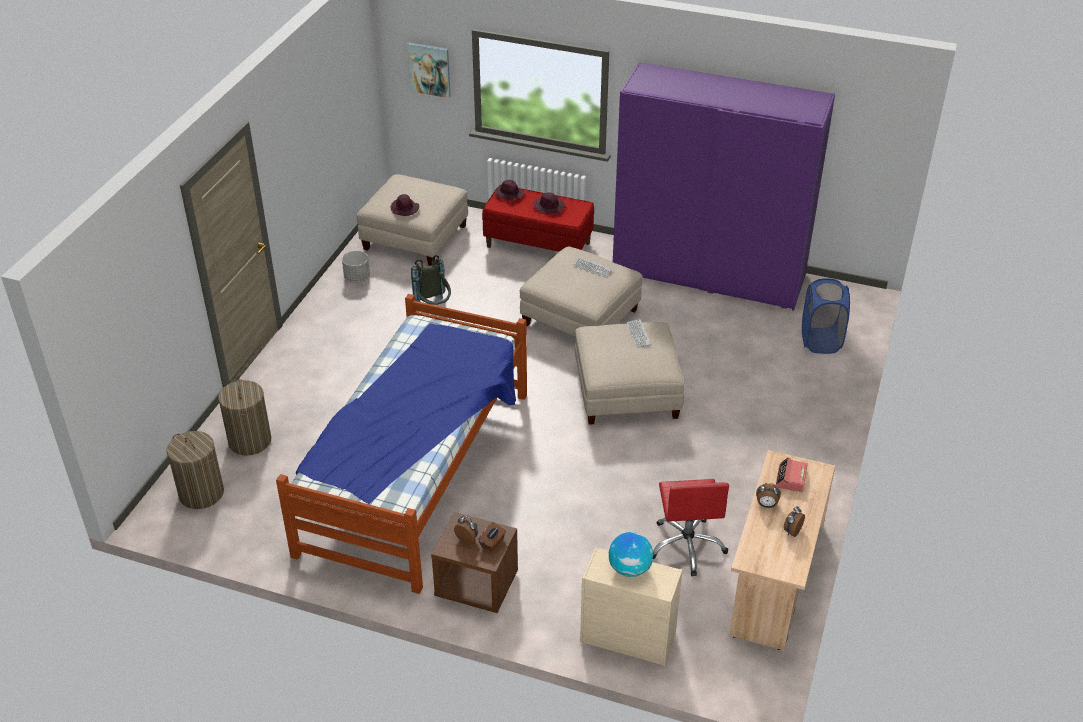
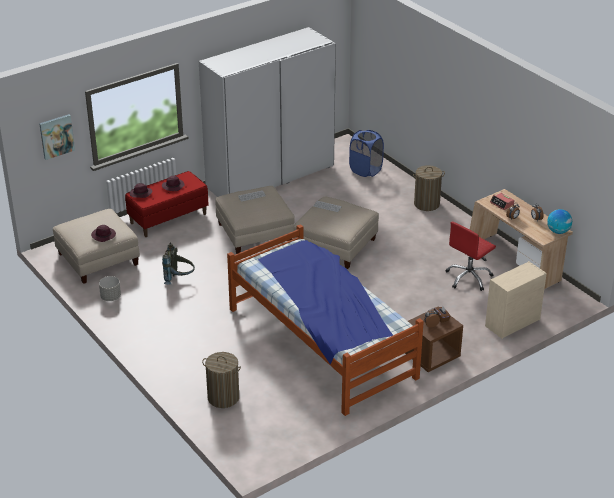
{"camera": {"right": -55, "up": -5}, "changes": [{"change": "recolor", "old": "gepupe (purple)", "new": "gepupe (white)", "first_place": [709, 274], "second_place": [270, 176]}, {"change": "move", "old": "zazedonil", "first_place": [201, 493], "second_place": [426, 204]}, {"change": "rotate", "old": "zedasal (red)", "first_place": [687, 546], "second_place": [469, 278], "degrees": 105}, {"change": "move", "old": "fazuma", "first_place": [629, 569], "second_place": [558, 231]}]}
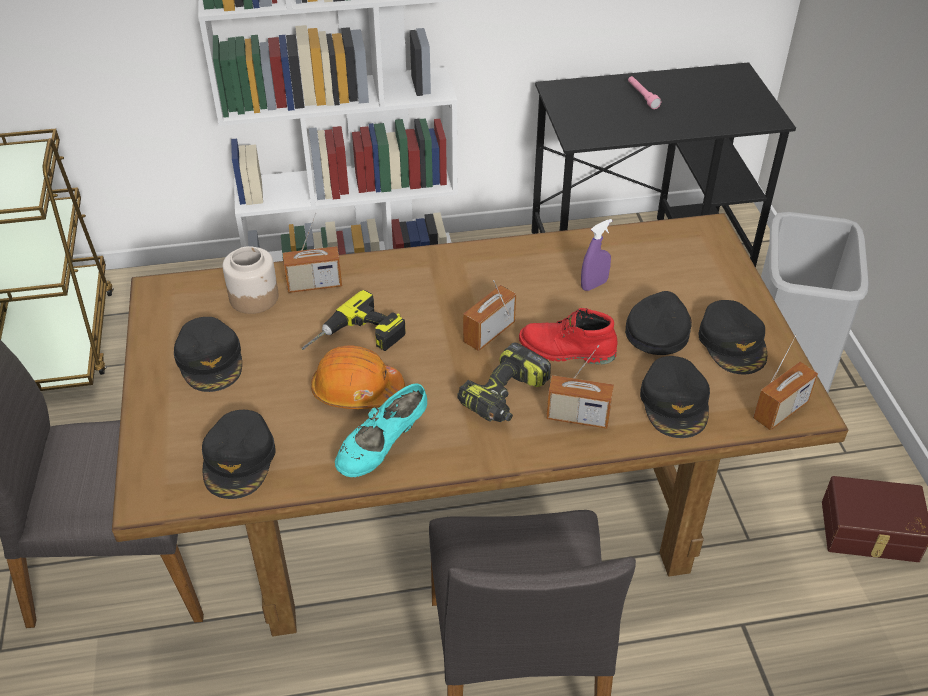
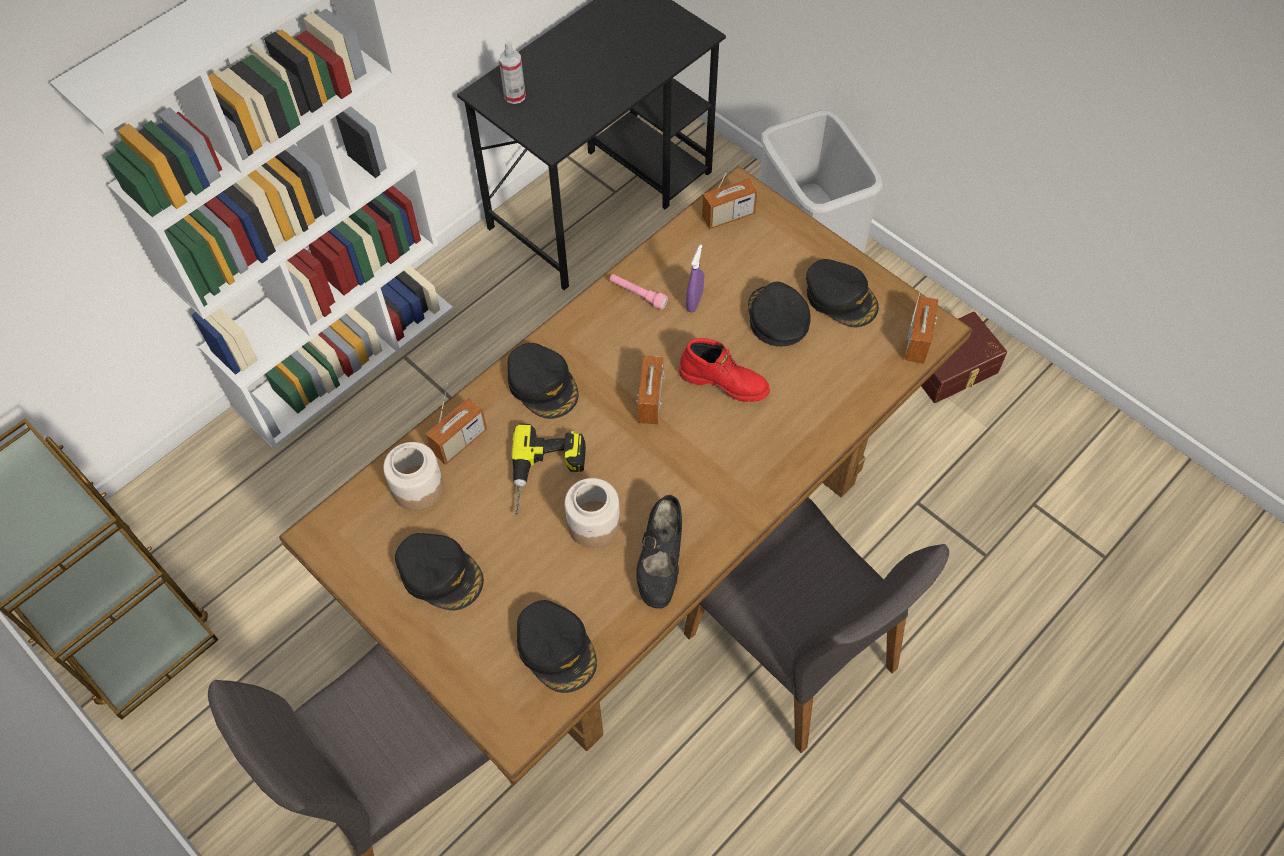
{"camera": {"right": -35, "up": 15}, "changes": [{"change": "move", "old": "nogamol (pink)", "first_place": [642, 96], "second_place": [637, 294]}, {"change": "rotate", "old": "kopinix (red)", "first_place": [566, 351], "second_place": [724, 381], "degrees": -135}, {"change": "delete", "old": "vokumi", "first_place": [505, 396]}, {"change": "move", "old": "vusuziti", "first_place": [577, 417], "second_place": [728, 216]}, {"change": "replace", "old": "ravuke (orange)", "new": "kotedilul", "first_place": [357, 391], "second_place": [593, 524]}, {"change": "move", "old": "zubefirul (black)", "first_place": [675, 403], "second_place": [543, 385]}, {"change": "recolor", "old": "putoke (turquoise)", "new": "putoke (black)", "first_place": [382, 449], "second_place": [660, 563]}, {"change": "insert", "new": "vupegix", "second_place": [514, 96]}]}
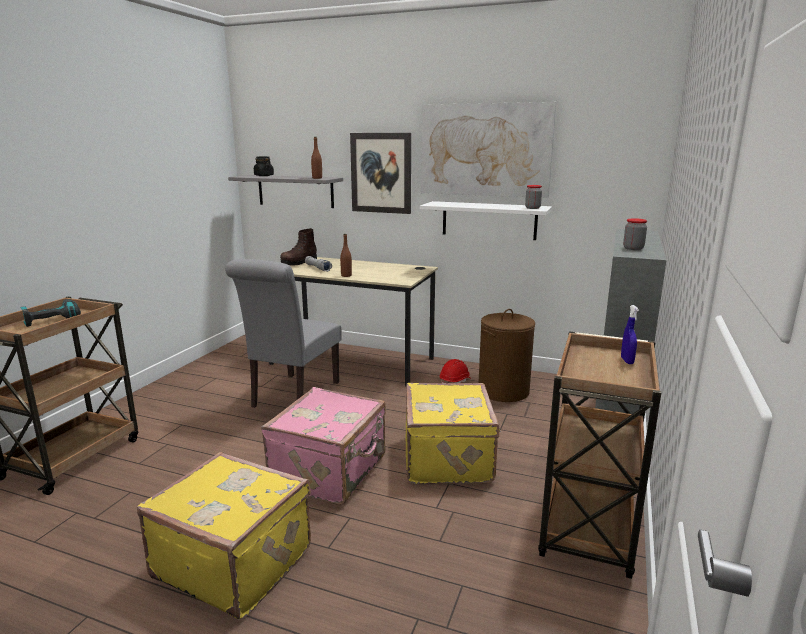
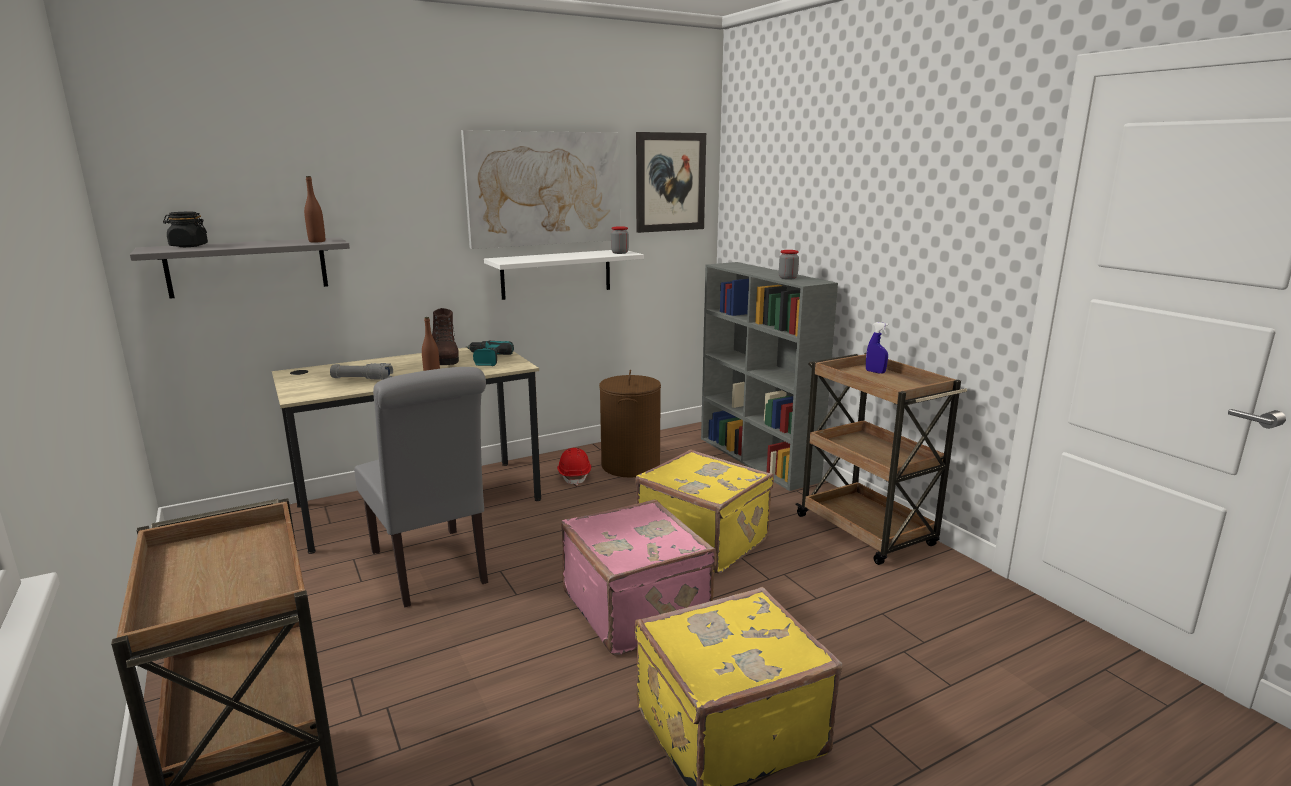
{"camera": {"right": -50, "up": 0}, "changes": [{"change": "move", "old": "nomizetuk", "first_place": [381, 173], "second_place": [670, 182]}, {"change": "move", "old": "kopinix (brown)", "first_place": [299, 262], "second_place": [445, 359]}, {"change": "move", "old": "vokumi", "first_place": [52, 319], "second_place": [486, 359]}]}
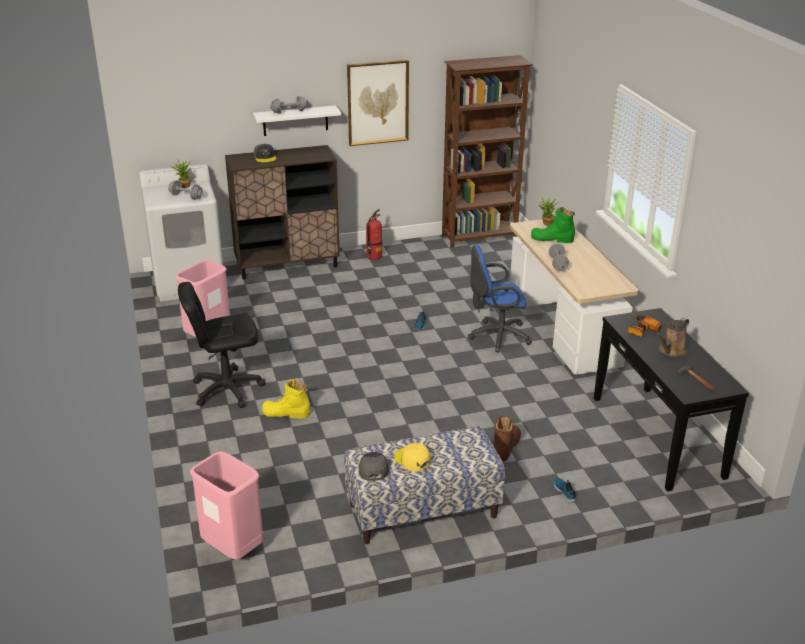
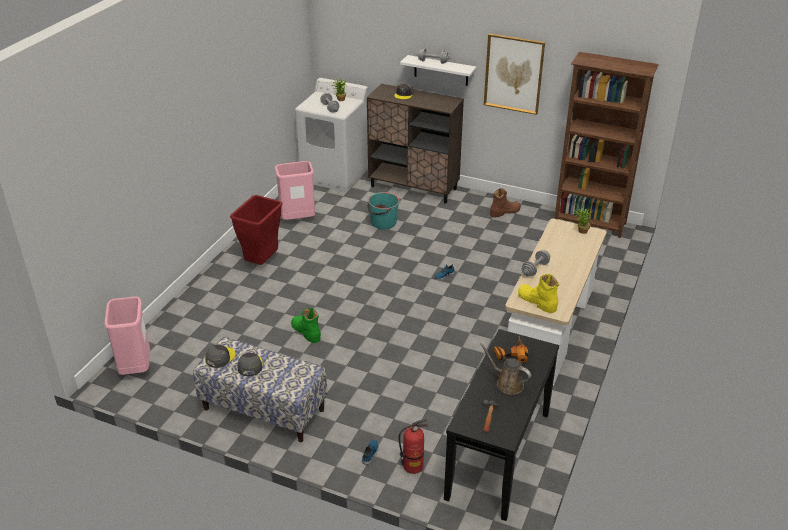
{"camera": {"right": 40, "up": 5}, "changes": [{"change": "move", "old": "kopinix (green)", "first_place": [552, 239], "second_place": [306, 332]}, {"change": "move", "old": "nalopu", "first_place": [374, 256], "second_place": [413, 466]}, {"change": "delete", "old": "zedasal (blue)", "first_place": [496, 336]}, {"change": "replace", "old": "zedasal (black)", "new": "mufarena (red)", "first_place": [227, 389], "second_place": [262, 262]}, {"change": "rotate", "old": "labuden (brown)", "first_place": [671, 351], "second_place": [507, 383], "degrees": 45}, {"change": "move", "old": "kopinix (yellow)", "first_place": [286, 413], "second_place": [537, 301]}, {"change": "move", "old": "kopinix (brown)", "first_place": [506, 446], "second_place": [504, 212]}, {"change": "recolor", "old": "zubefirul (yellow)", "new": "zubefirul (grey)", "first_place": [412, 460], "second_place": [250, 366]}, {"change": "insert", "new": "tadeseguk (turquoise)", "second_place": [383, 223]}]}
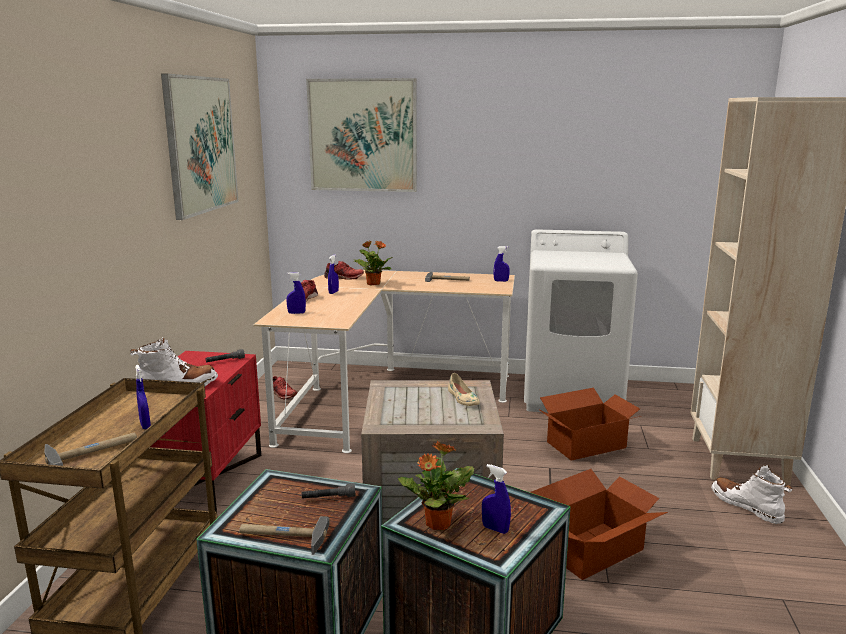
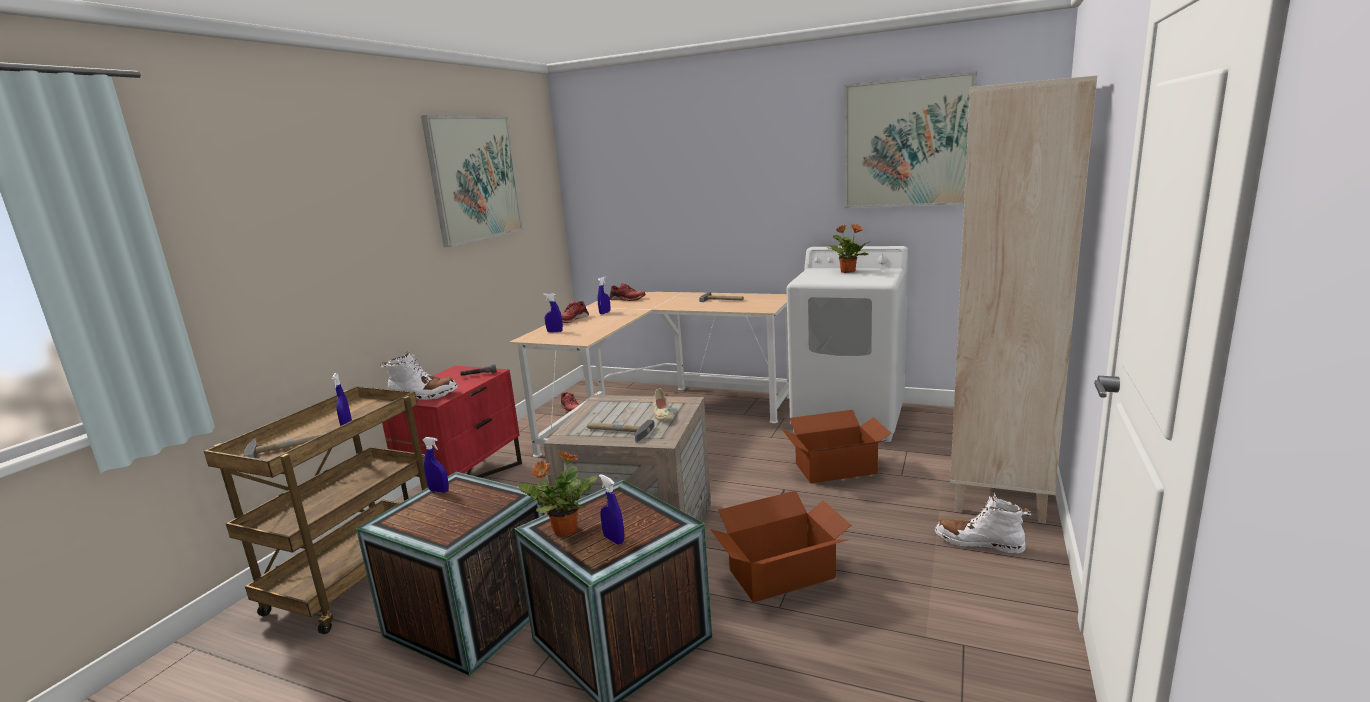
{"camera": {"right": 15, "up": 0}, "changes": [{"change": "move", "old": "nomizetuk", "first_place": [363, 135], "second_place": [907, 143]}, {"change": "move", "old": "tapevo", "first_place": [373, 284], "second_place": [847, 271]}, {"change": "move", "old": "vupegix (blue)", "first_place": [501, 281], "second_place": [439, 491]}, {"change": "rotate", "old": "kopinix (white)", "first_place": [746, 506], "second_place": [979, 542], "degrees": -45}, {"change": "delete", "old": "nogamol (grey)", "first_place": [328, 498]}, {"change": "move", "old": "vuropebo", "first_place": [282, 536], "second_place": [617, 432]}]}
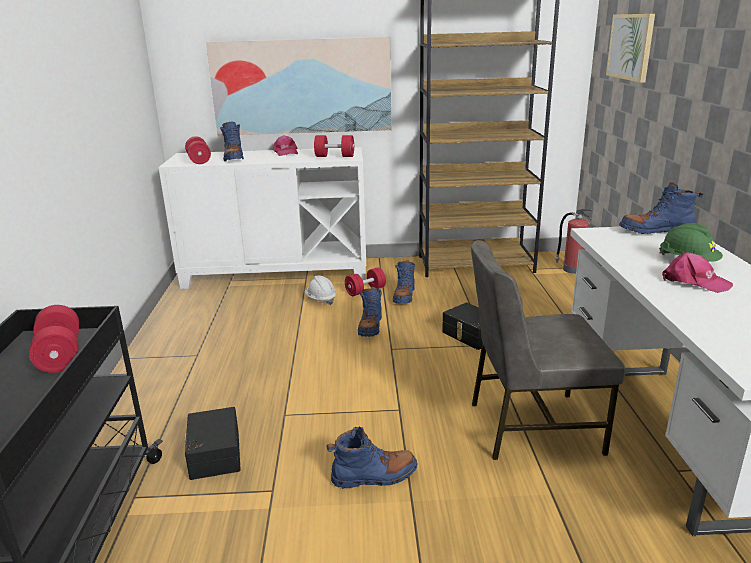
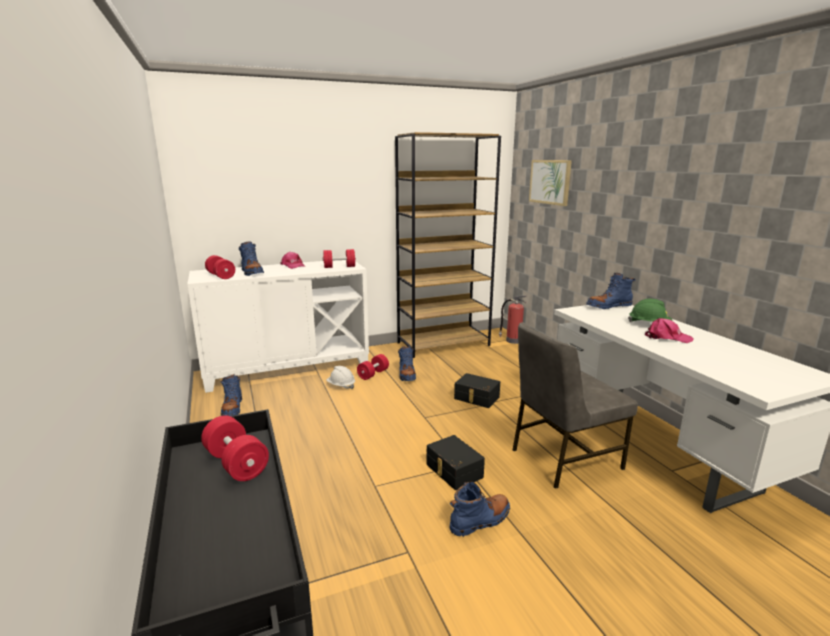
{"camera": {"right": -20, "up": -5}, "changes": [{"change": "delete", "old": "nomizetuk", "first_place": [302, 87]}, {"change": "move", "old": "kopinix (blue)", "first_place": [370, 327], "second_place": [232, 408]}, {"change": "move", "old": "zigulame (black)", "first_place": [213, 454], "second_place": [453, 471]}]}
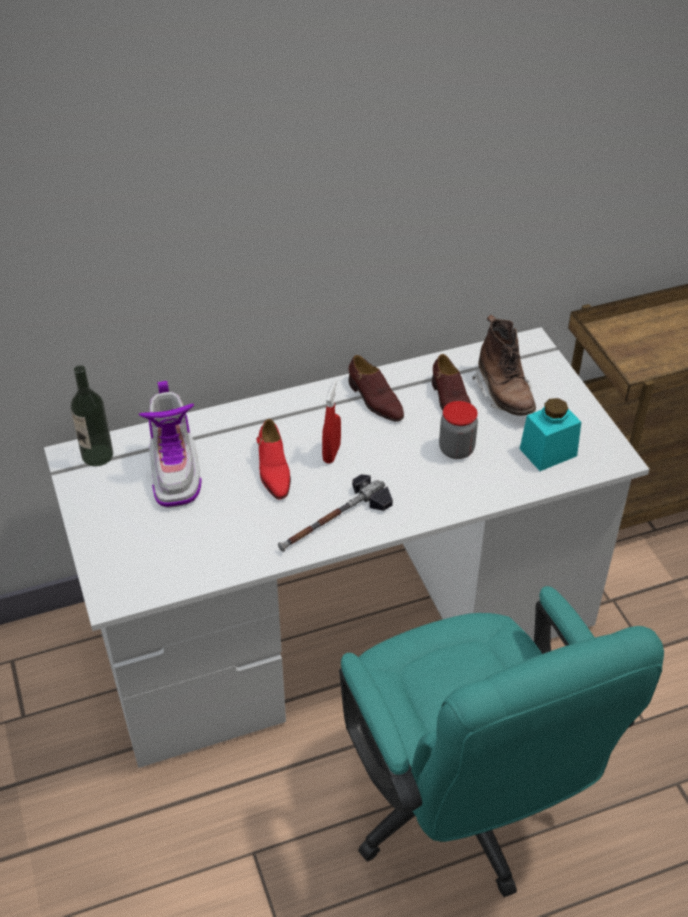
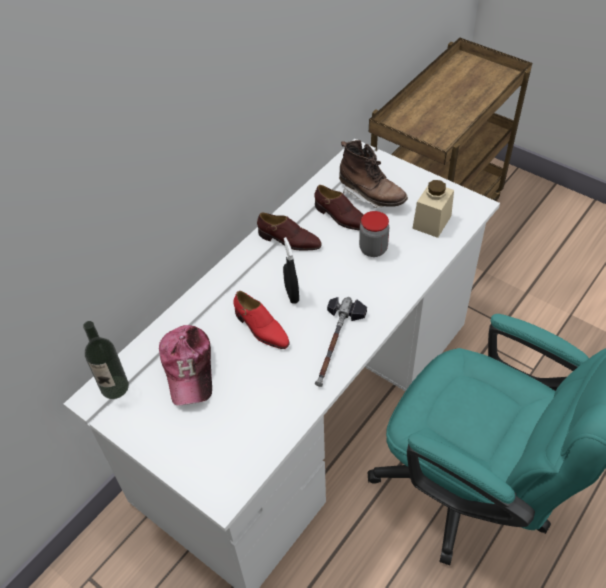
{"camera": {"right": -30, "up": 5}, "changes": [{"change": "recolor", "old": "vupegix (red)", "new": "vupegix (black)", "first_place": [331, 453], "second_place": [292, 294]}, {"change": "replace", "old": "kopinix", "new": "zubefirul", "first_place": [175, 472], "second_place": [189, 368]}, {"change": "recolor", "old": "kotedilul (turquoise)", "new": "kotedilul (beige)", "first_place": [548, 452], "second_place": [432, 222]}]}
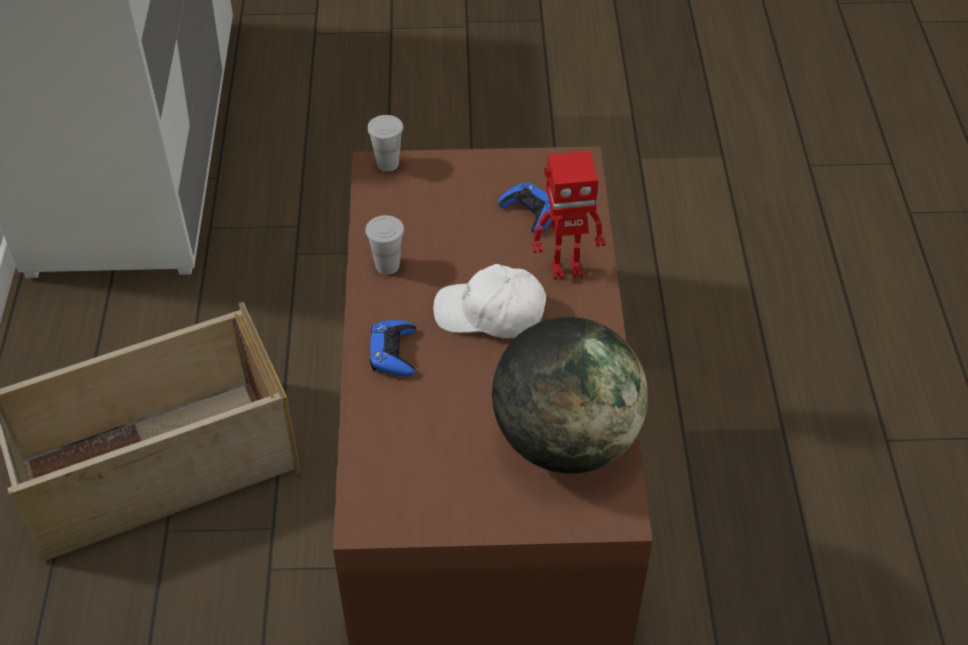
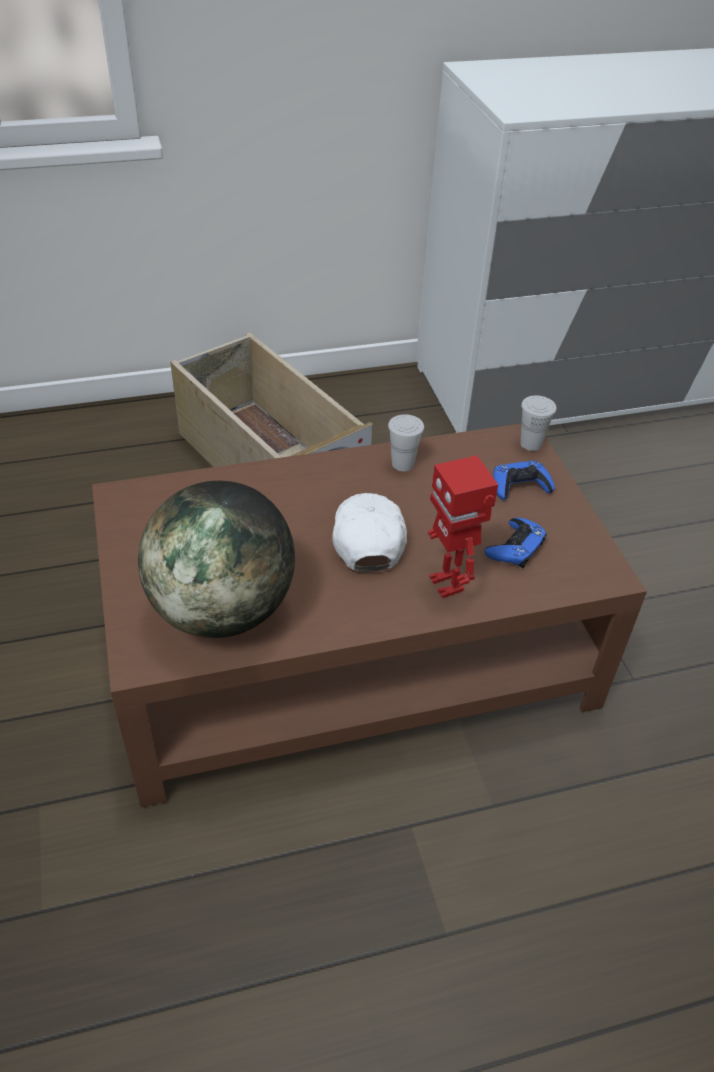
{"camera": {"right": 75, "up": -5}, "changes": [{"change": "move", "old": "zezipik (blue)", "first_place": [393, 353], "second_place": [520, 486]}]}
